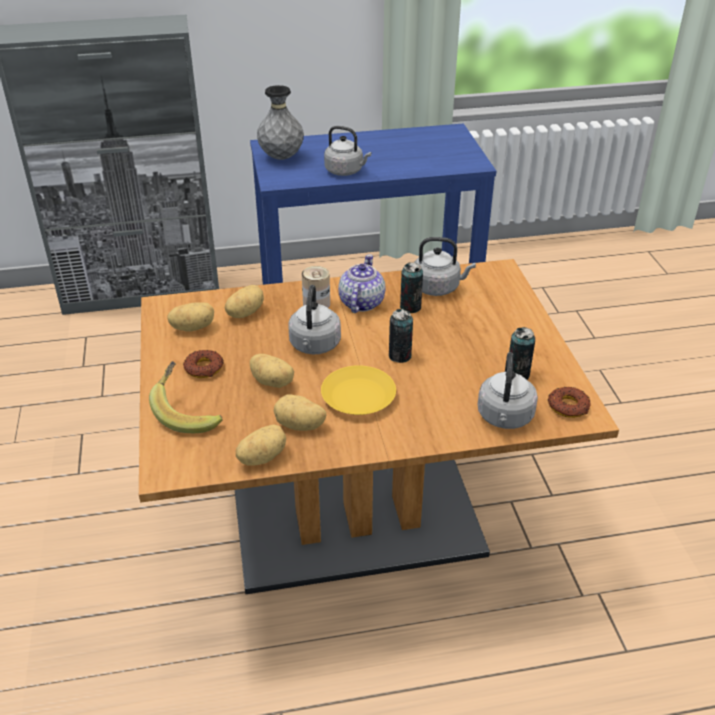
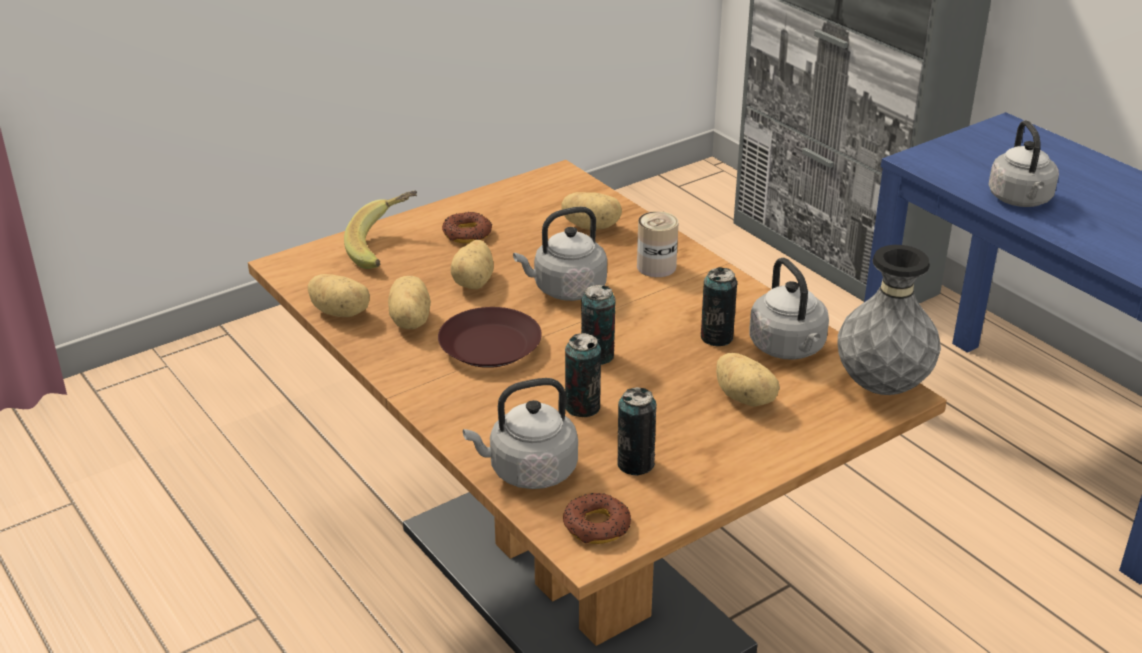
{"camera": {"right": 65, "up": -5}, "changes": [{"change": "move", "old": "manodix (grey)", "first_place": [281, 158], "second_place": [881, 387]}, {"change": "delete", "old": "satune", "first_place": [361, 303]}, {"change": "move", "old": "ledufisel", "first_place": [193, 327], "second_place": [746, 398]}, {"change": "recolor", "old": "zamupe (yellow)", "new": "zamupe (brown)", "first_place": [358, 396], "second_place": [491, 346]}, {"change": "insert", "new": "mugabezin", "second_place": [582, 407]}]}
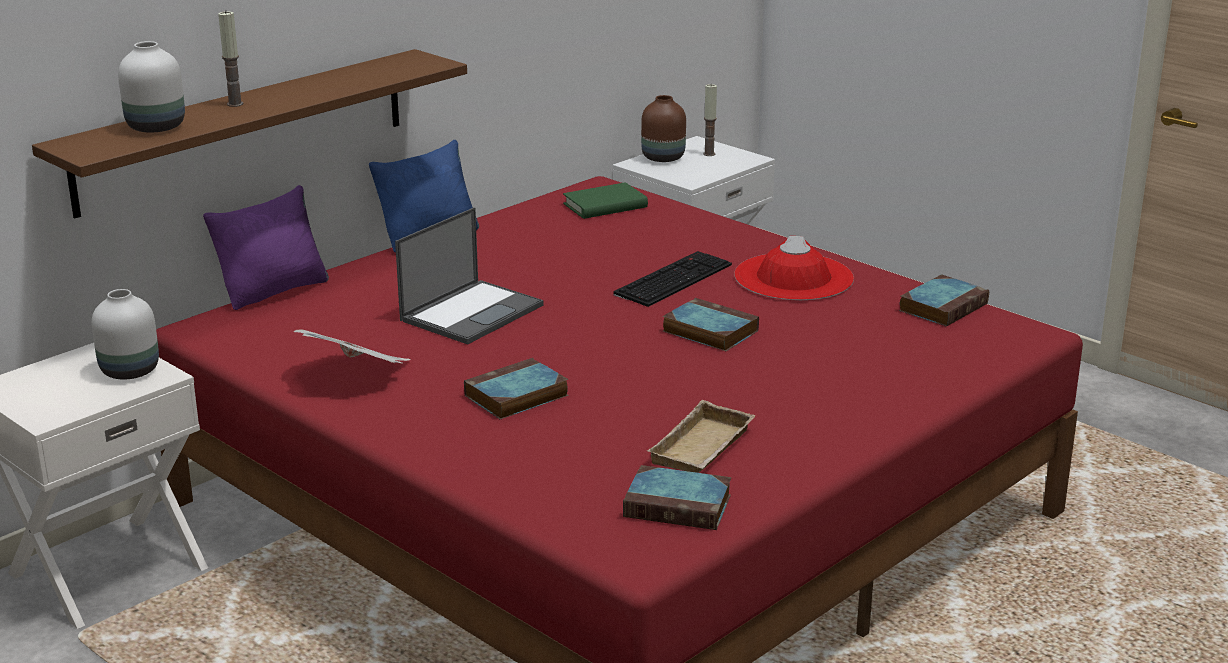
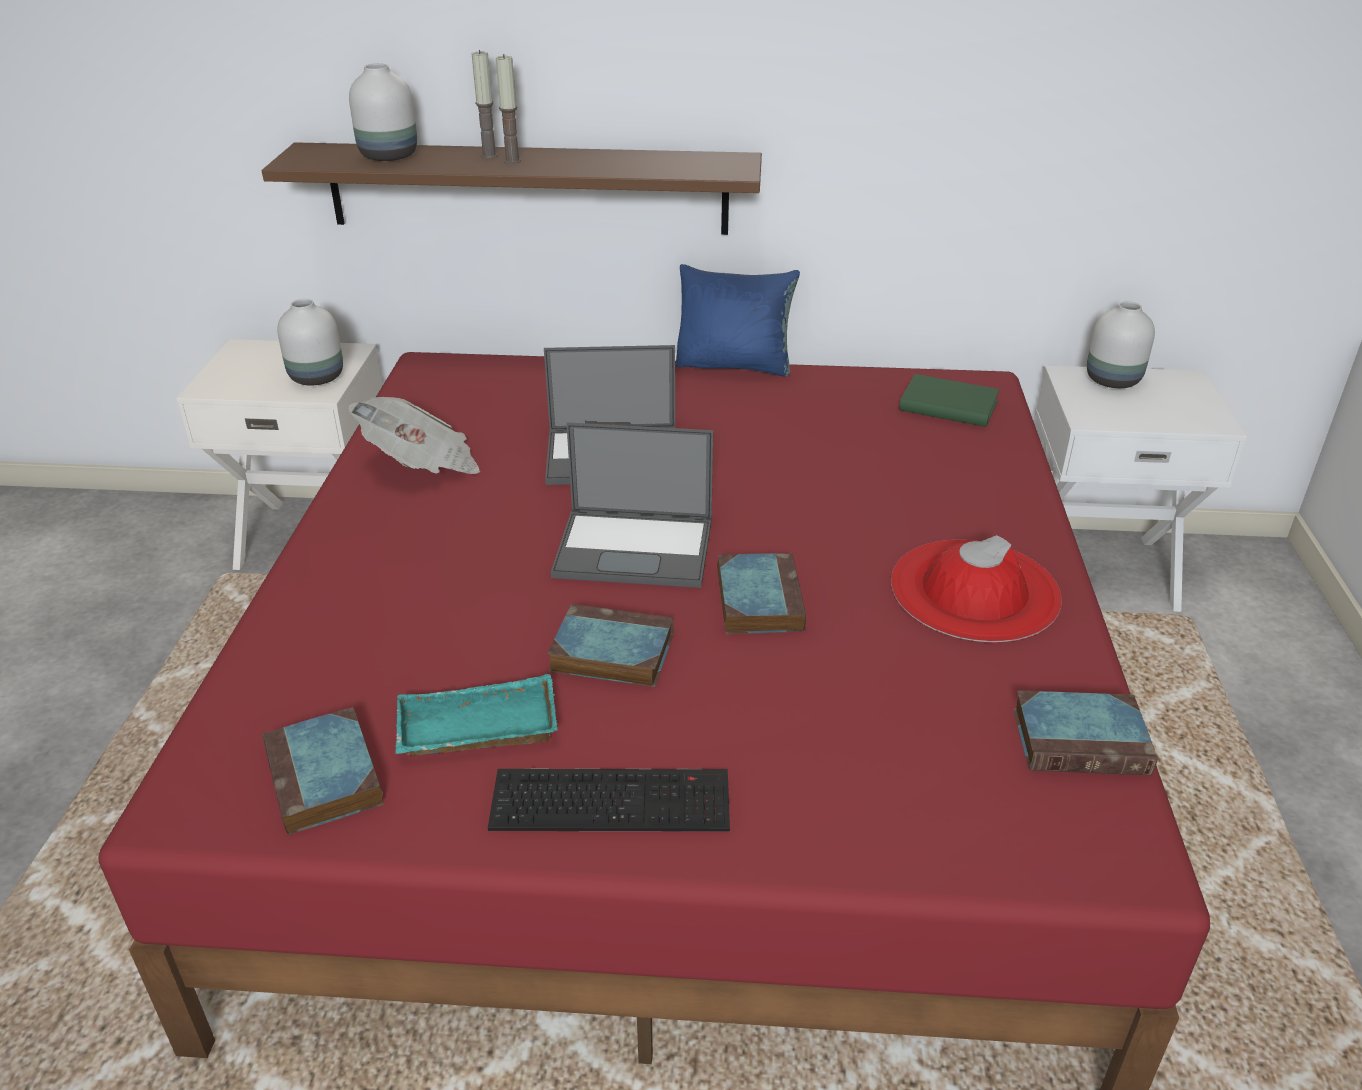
{"camera": {"right": 50, "up": 10}, "changes": [{"change": "move", "old": "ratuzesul", "first_place": [709, 154], "second_place": [512, 161]}, {"change": "recolor", "old": "manodix (brown)", "new": "manodix (white)", "first_place": [662, 158], "second_place": [1111, 379]}, {"change": "delete", "old": "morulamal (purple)", "first_place": [273, 291]}, {"change": "move", "old": "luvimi", "first_place": [673, 278], "second_place": [614, 799]}, {"change": "move", "old": "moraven", "first_place": [515, 396], "second_place": [609, 653]}, {"change": "recolor", "old": "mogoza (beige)", "new": "mogoza (turquoise)", "first_place": [704, 448], "second_place": [475, 731]}, {"change": "insert", "new": "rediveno", "second_place": [636, 548]}]}
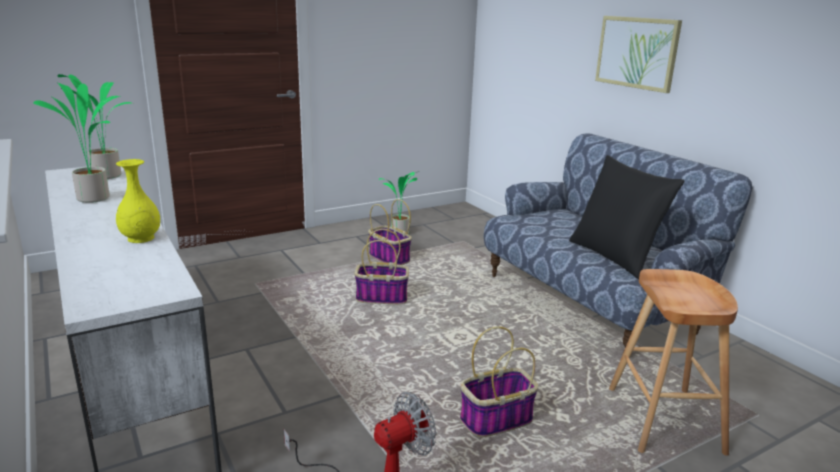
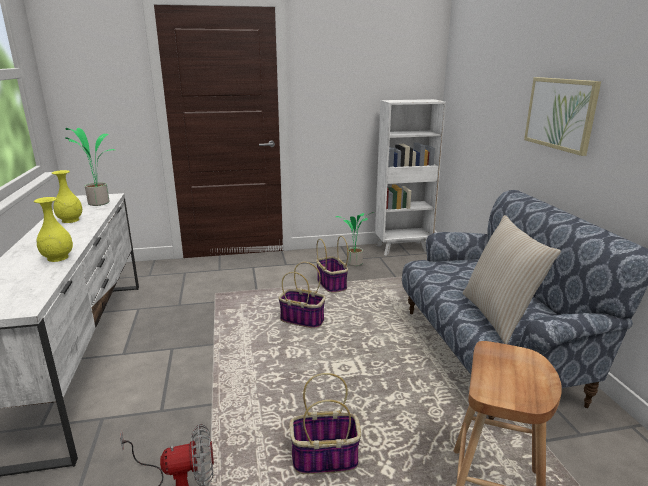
{"camera": {"right": 20, "up": 0}, "changes": [{"change": "replace", "old": "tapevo", "new": "manodix (yellow)", "first_place": [94, 198], "second_place": [70, 220]}, {"change": "recolor", "old": "morulamal (black)", "new": "morulamal (beige)", "first_place": [615, 256], "second_place": [498, 316]}, {"change": "insert", "new": "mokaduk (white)", "second_place": [403, 248]}]}
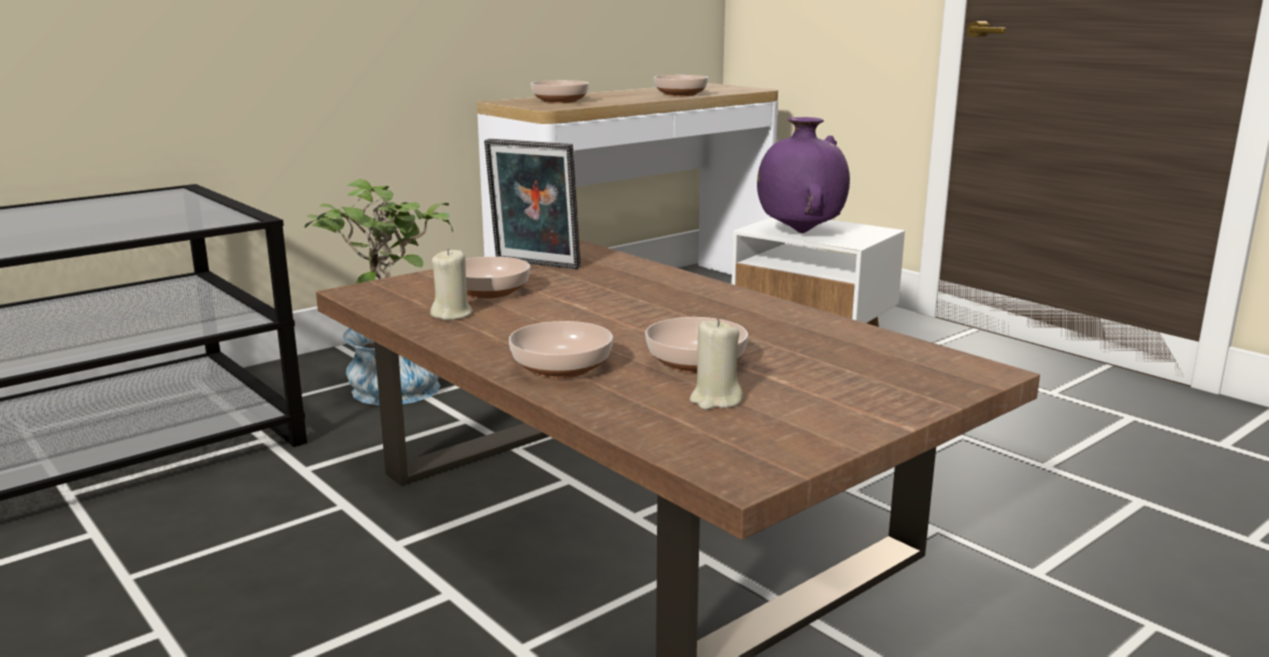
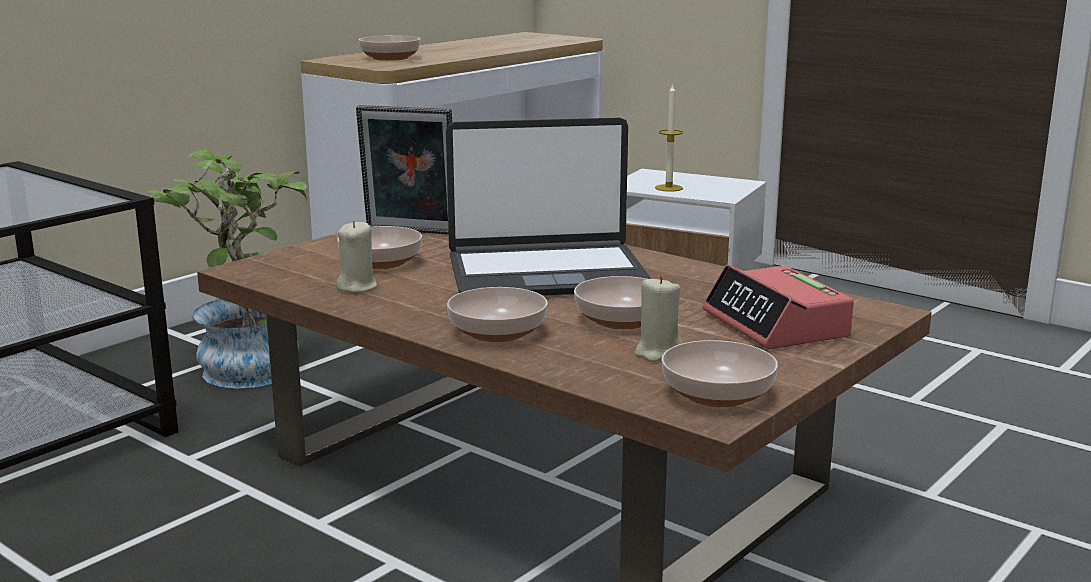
{"camera": {"right": -10, "up": 0}, "changes": [{"change": "move", "old": "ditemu", "first_place": [681, 94], "second_place": [719, 394]}, {"change": "replace", "old": "manodix (purple)", "new": "ratuzesul", "first_place": [800, 232], "second_place": [668, 188]}, {"change": "insert", "new": "rediveno", "second_place": [546, 274]}, {"change": "insert", "new": "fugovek", "second_place": [776, 325]}]}
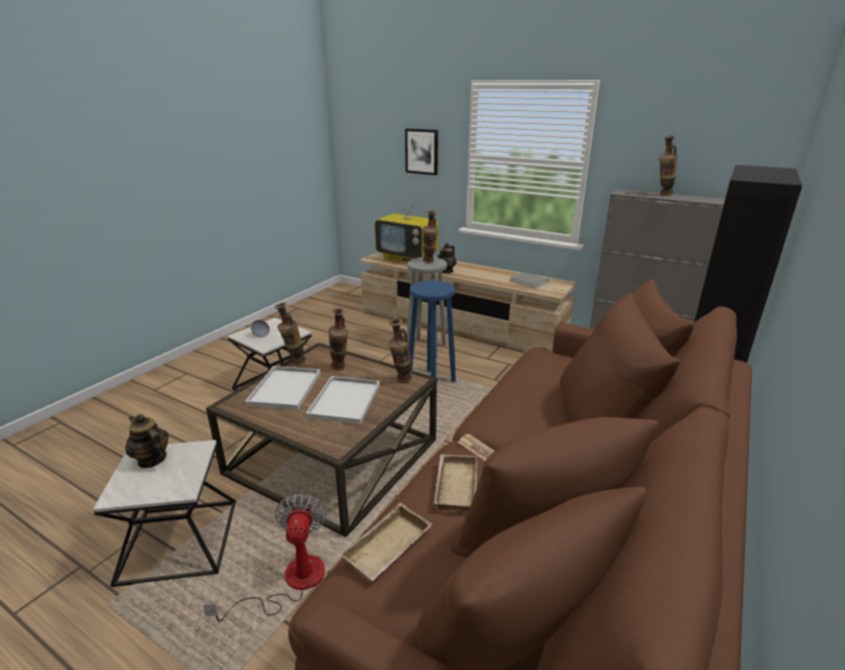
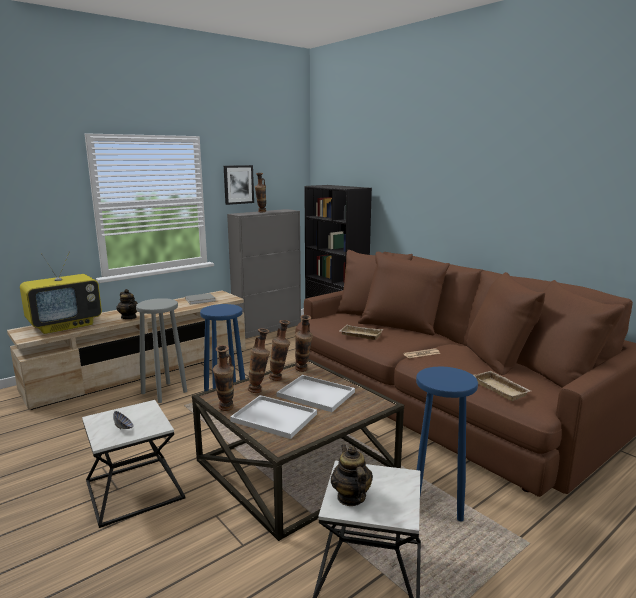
{"camera": {"right": -70, "up": -10}, "changes": [{"change": "move", "old": "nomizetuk", "first_place": [422, 151], "second_place": [238, 184]}, {"change": "move", "old": "manodix", "first_place": [429, 262], "second_place": [280, 379]}, {"change": "rotate", "old": "satune", "first_place": [152, 459], "second_place": [351, 497], "degrees": 105}, {"change": "move", "old": "mogoza (beige)", "first_place": [454, 485], "second_place": [360, 335]}, {"change": "replace", "old": "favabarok", "new": "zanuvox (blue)", "first_place": [291, 582], "second_place": [438, 503]}]}
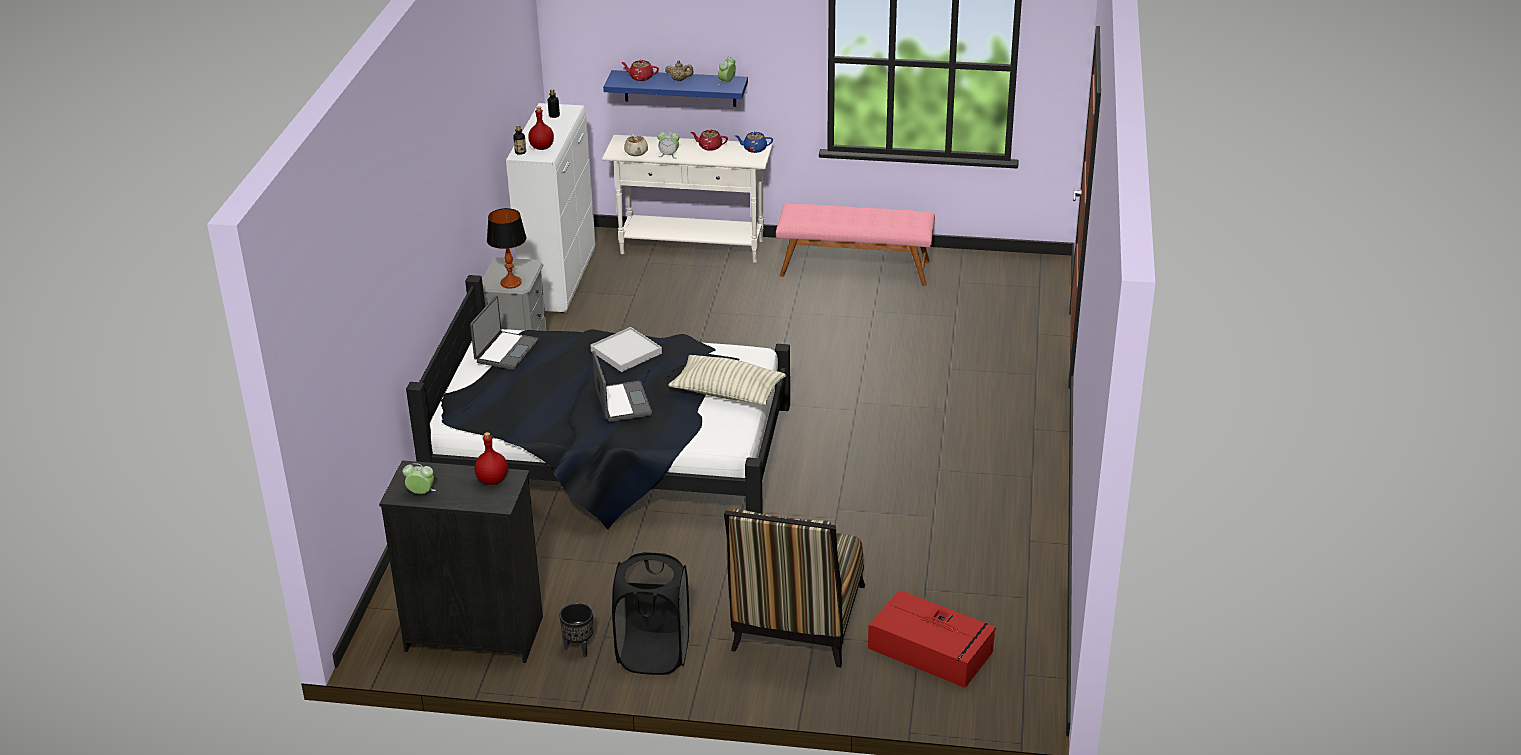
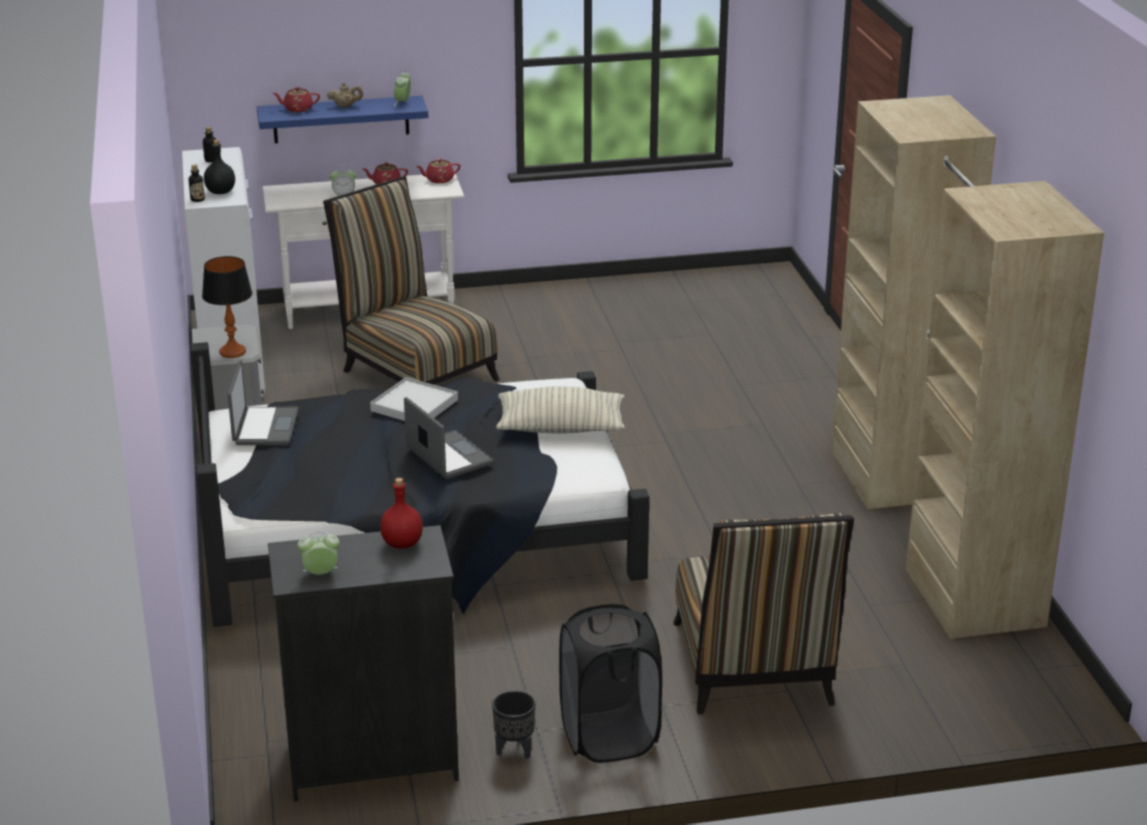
{"camera": {"right": -20, "up": -5}, "changes": [{"change": "recolor", "old": "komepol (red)", "new": "komepol (black)", "first_place": [542, 147], "second_place": [221, 192]}, {"change": "recolor", "old": "satune (blue)", "new": "satune (red)", "first_place": [754, 149], "second_place": [439, 180]}, {"change": "delete", "old": "satune (beige)", "first_place": [636, 153]}, {"change": "delete", "old": "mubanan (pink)", "first_place": [855, 268]}, {"change": "delete", "old": "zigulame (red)", "first_place": [932, 651]}, {"change": "insert", "new": "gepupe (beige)", "second_place": [932, 534]}, {"change": "insert", "new": "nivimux", "second_place": [414, 371]}]}
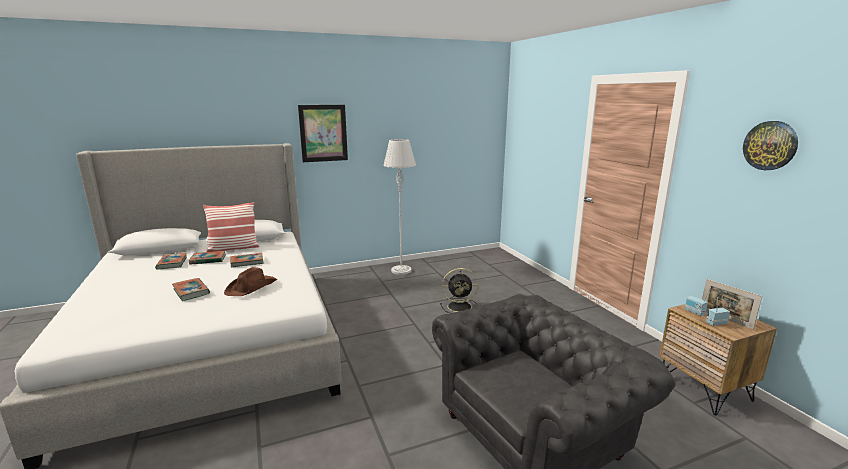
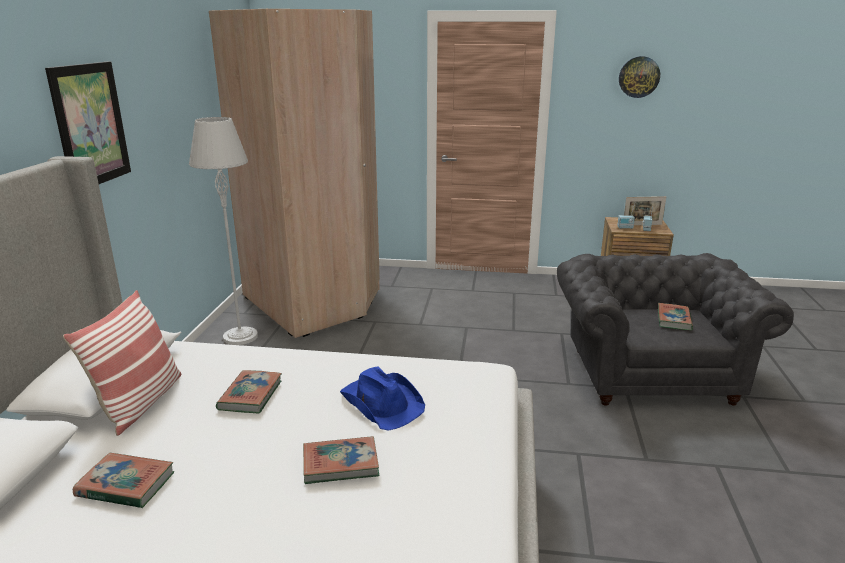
{"camera": {"right": -60, "up": 5}, "changes": [{"change": "move", "old": "moraven", "first_place": [208, 260], "second_place": [674, 320]}, {"change": "recolor", "old": "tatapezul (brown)", "new": "tatapezul (blue)", "first_place": [252, 287], "second_place": [382, 402]}, {"change": "delete", "old": "favabarok (black)", "first_place": [460, 306]}, {"change": "insert", "new": "gepupe (beige)", "second_place": [317, 300]}]}
